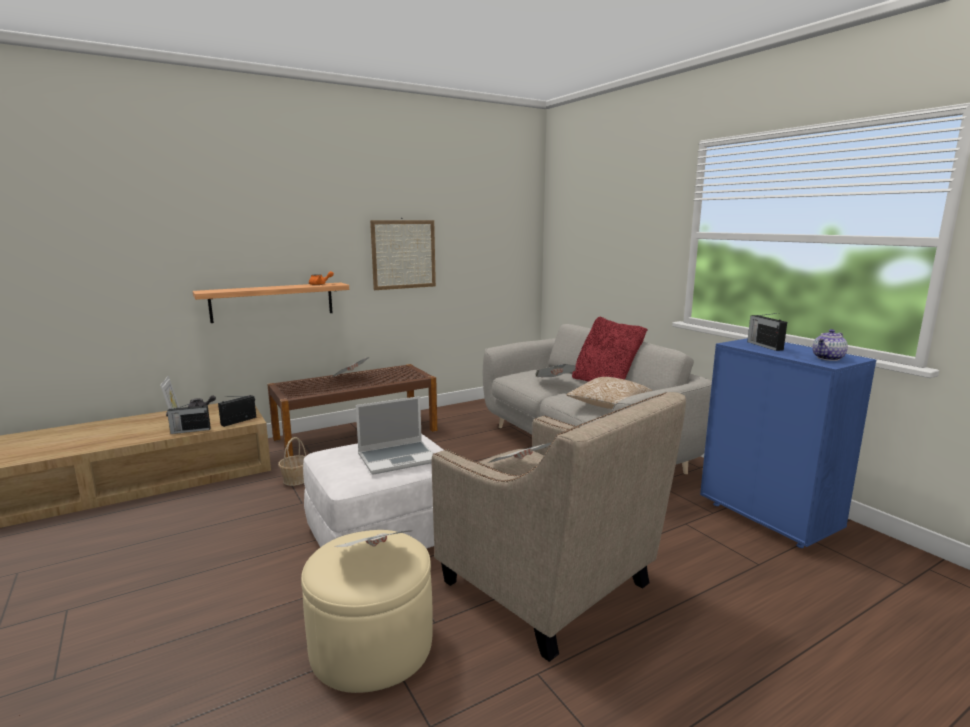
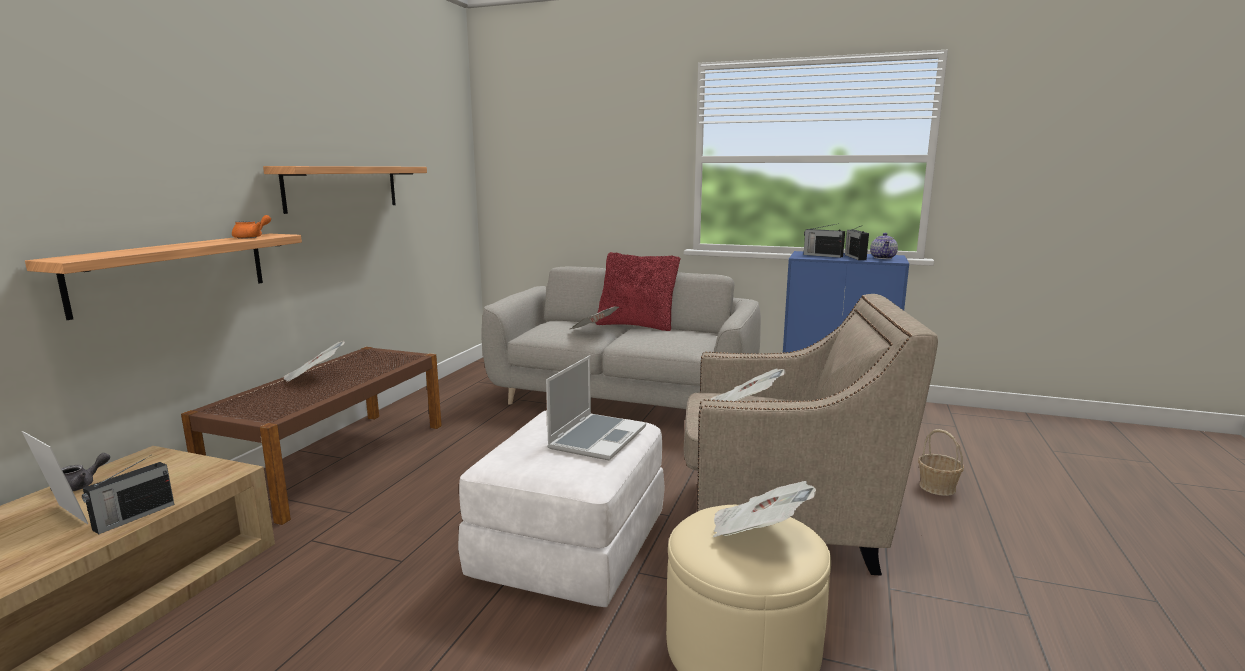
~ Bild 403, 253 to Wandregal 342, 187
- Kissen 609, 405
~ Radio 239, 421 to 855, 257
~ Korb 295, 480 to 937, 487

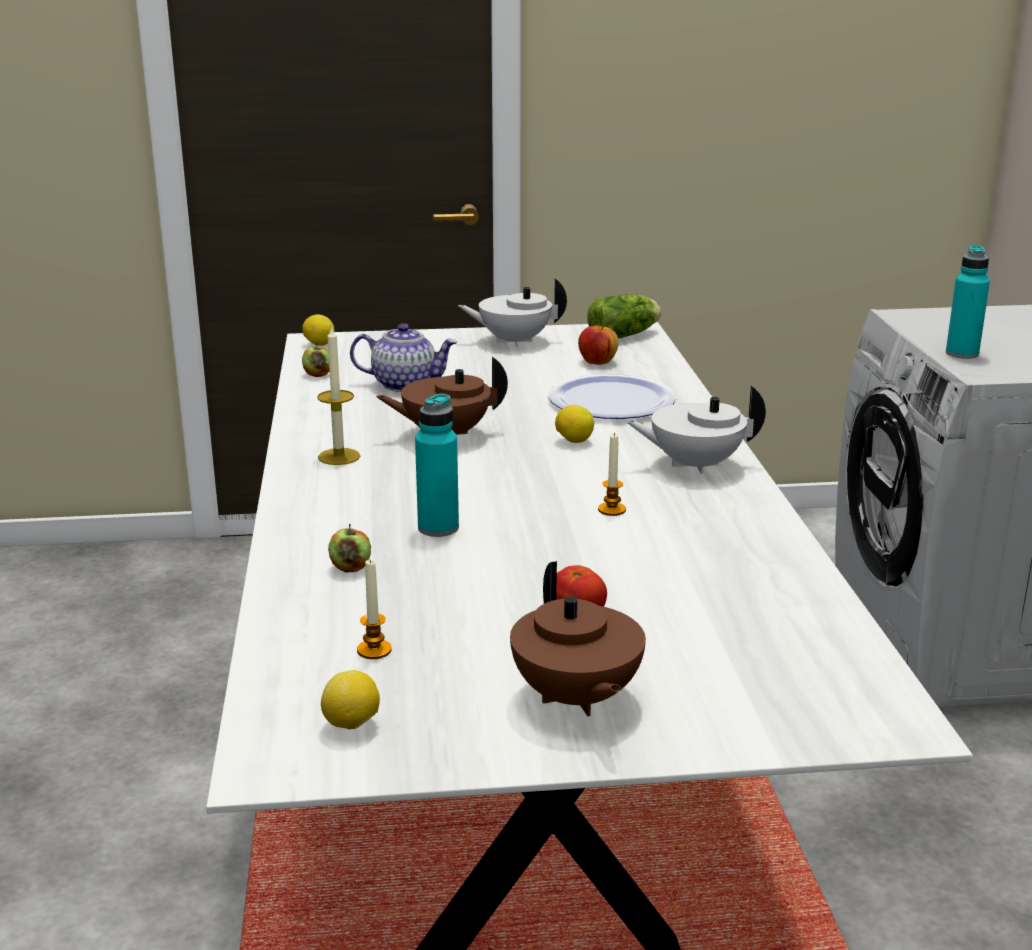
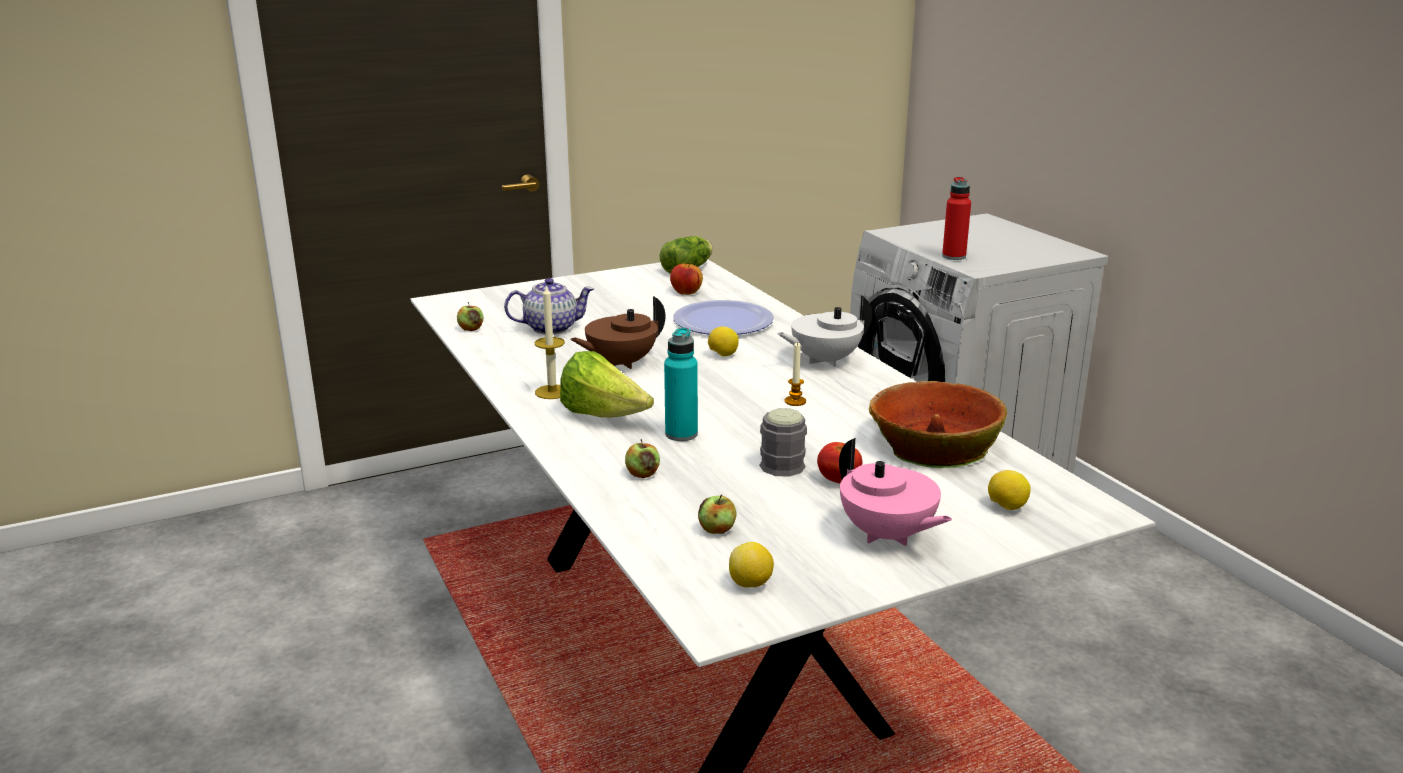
~ Flasche/türkis 962, 354 to Flasche/rot 954, 256
- Teekanne/weiß 514, 341
~ Zitrone 318, 345 to 1006, 507
~ Kerze 374, 650 to Apfel 717, 530
~ Teekanne/braun 575, 698 to Teekanne/rosa 887, 535
+ Salatkopf 603, 416
+ Schüssel 934, 442
+ Henkelbecher/grau 785, 462

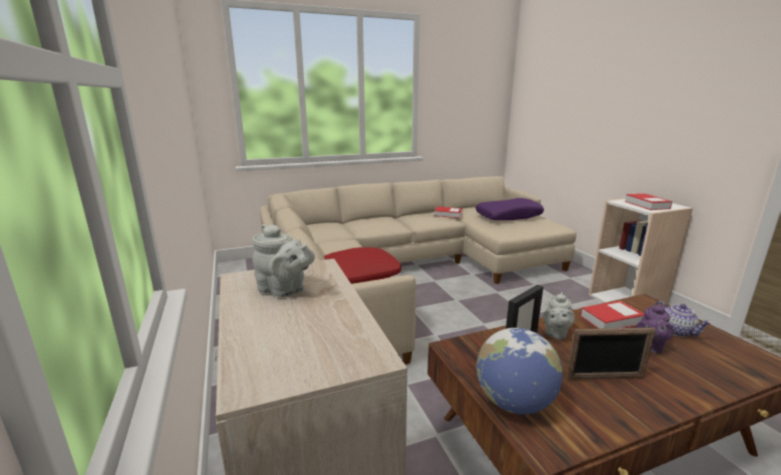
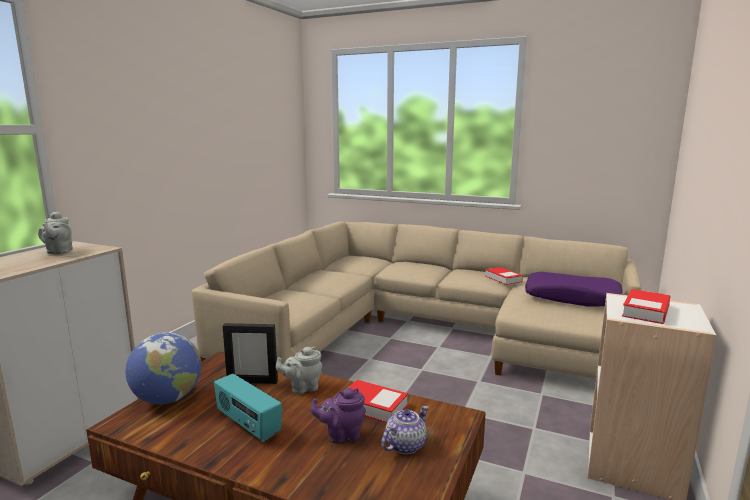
- Kissen/rot 359, 274
~ Teekanne 677, 331 = 405, 445 150 degrees counterclockwise
~ Bilderrahmen 605, 377 to Radio 247, 425

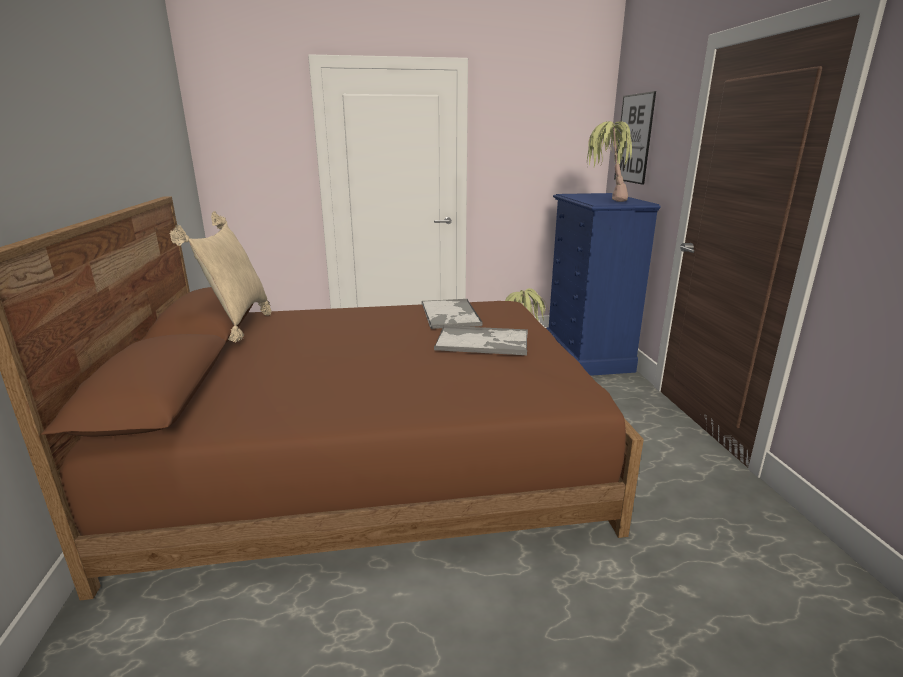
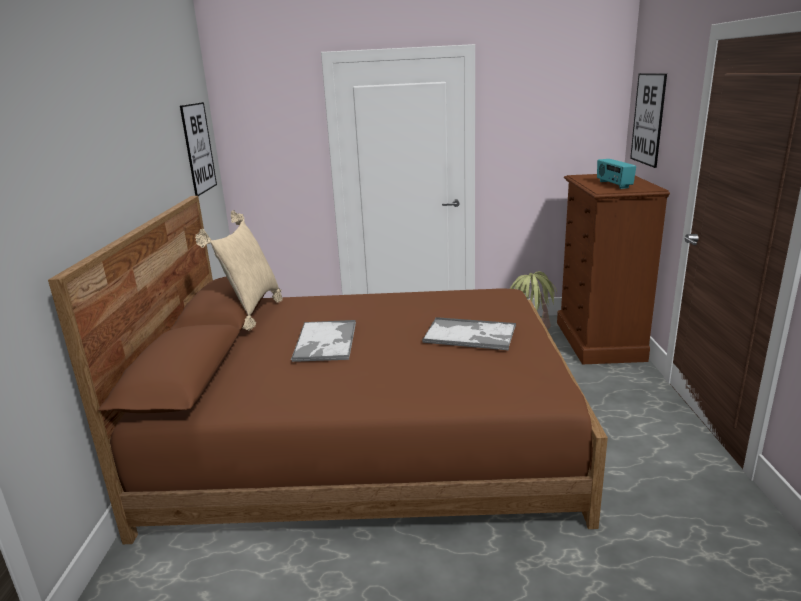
~ Topfpflanze 605, 200 to Radio 613, 185
~ Kommode/blau 587, 355 to Kommode/braun 599, 341
~ Tablett 450, 315 to 325, 342
+ Bild 198, 148

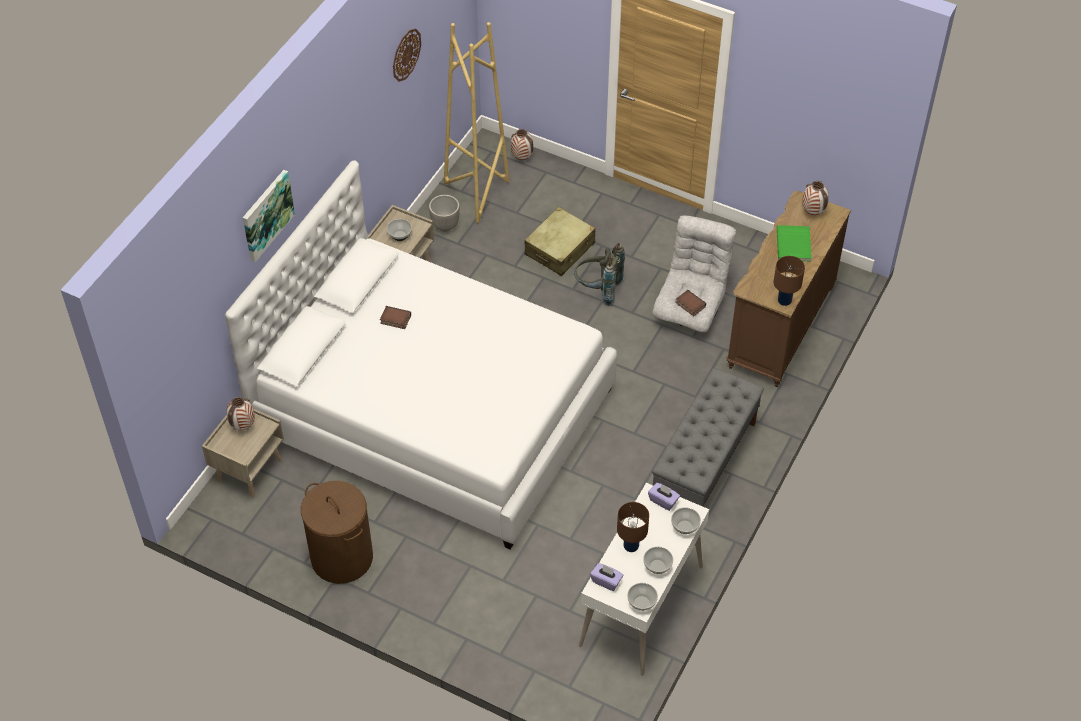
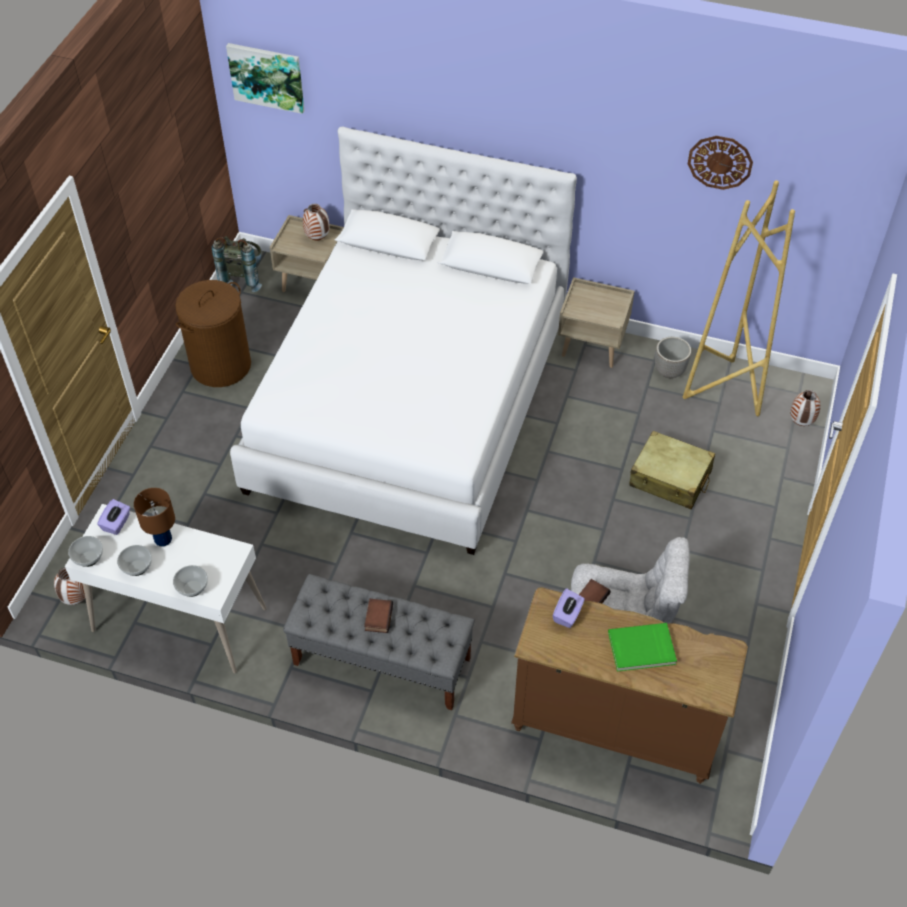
~ Bild 266, 214 to 267, 76
~ Vase 813, 212 to 76, 600
- Schüssel 399, 236
~ Rucksack/grau 598, 290 to 243, 277
- Tischlampe/braun 784, 300
~ Buch 395, 320 to 377, 617
~ Taschentuchbox/lila 663, 501 to 567, 615

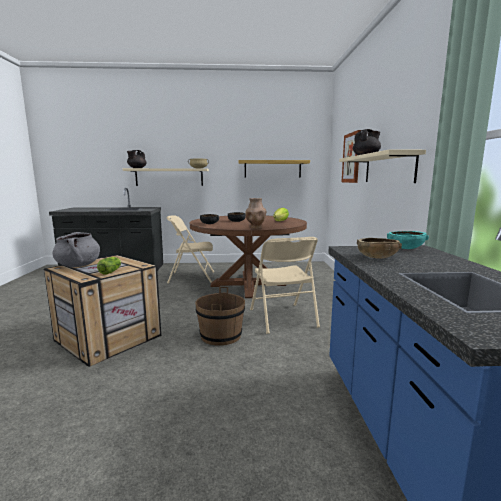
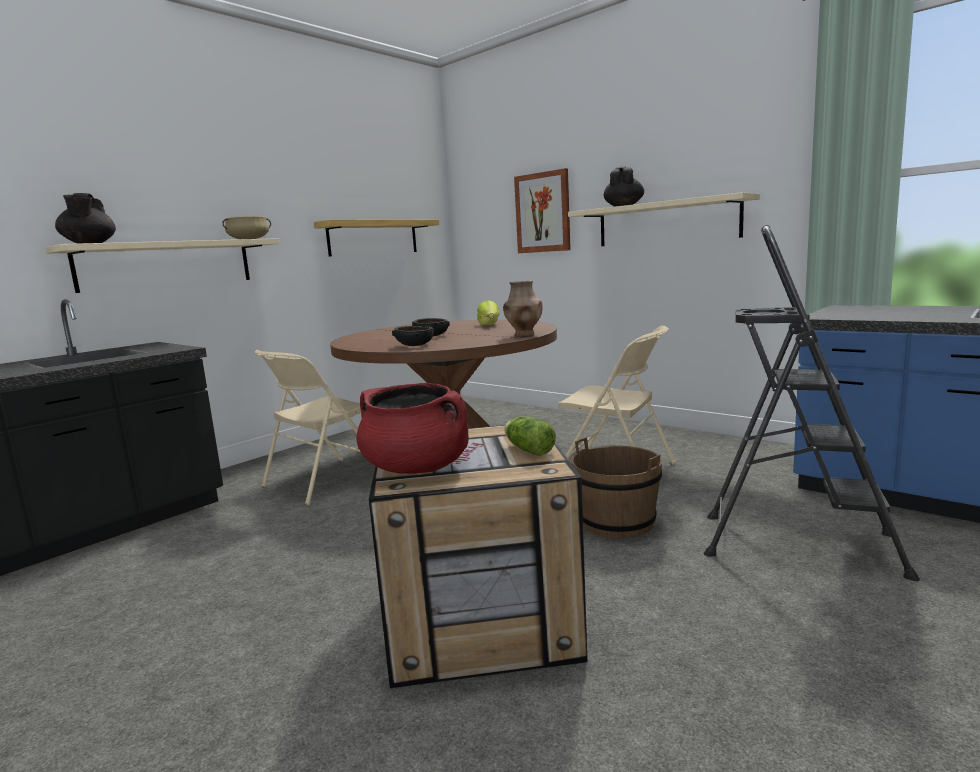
- Schüssel/türkis 405, 248
~ Kochtopf/grau 78, 265 to Kochtopf/rot 417, 468
- Schüssel/braun 377, 257
+ Trittleiter 797, 543

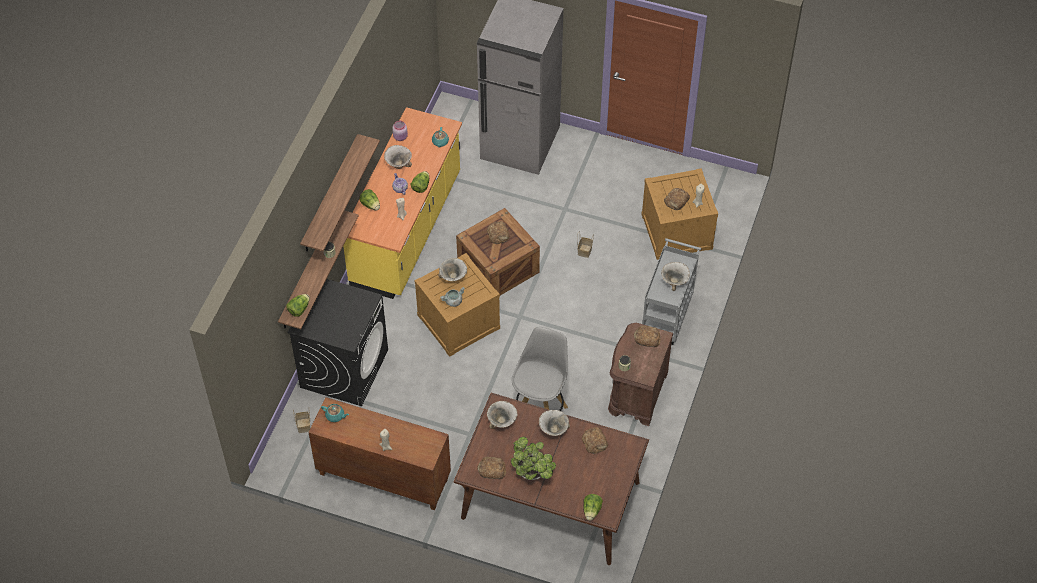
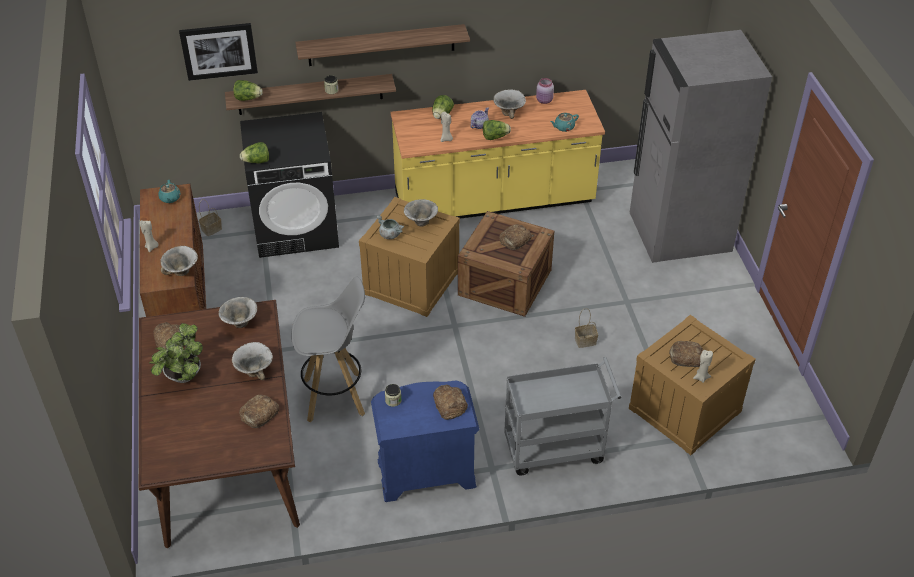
~ Schüssel 675, 282 to 181, 272
~ Nachttisch/braun 636, 393 to Nachttisch/blau 424, 469
~ Salatkopf 591, 511 to 256, 161
+ Bild 219, 51

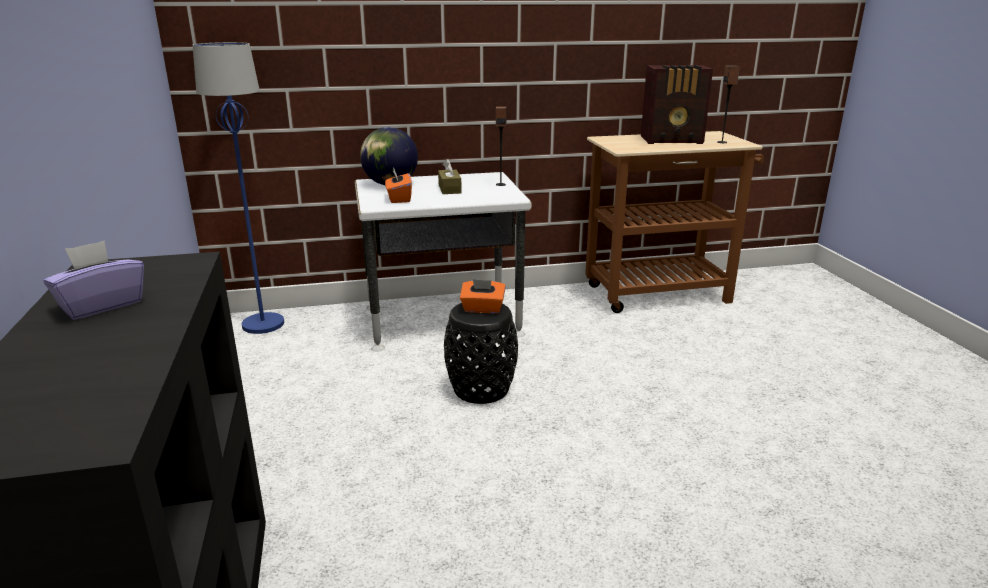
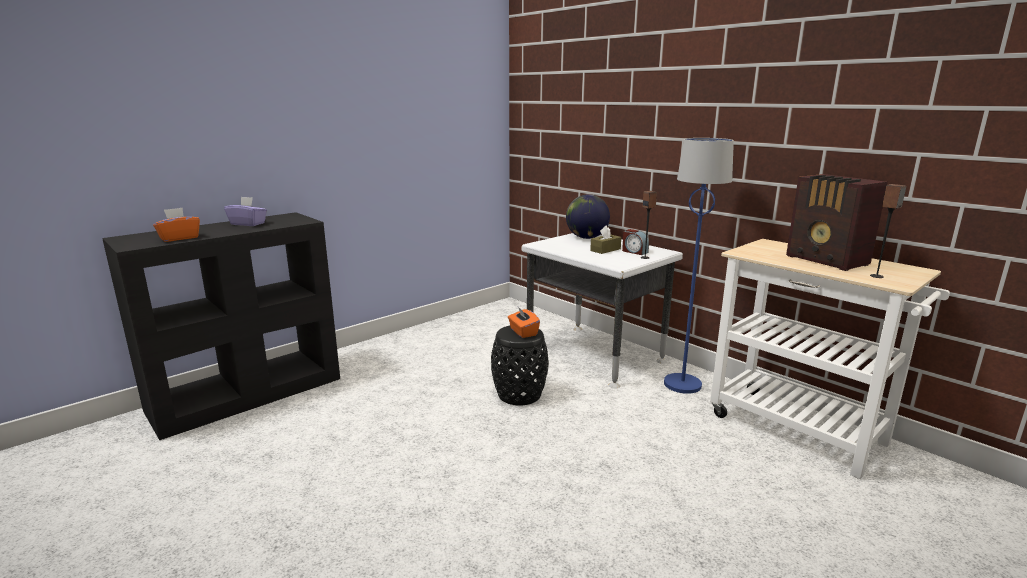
~ Stehlampe/blau 263, 325 to 682, 384
~ Rollwagen/braun 659, 294 to Rollwagen/weiß 799, 430
~ Taschentuchbox/orange 399, 199 to 179, 238
+ Wecker 634, 252

